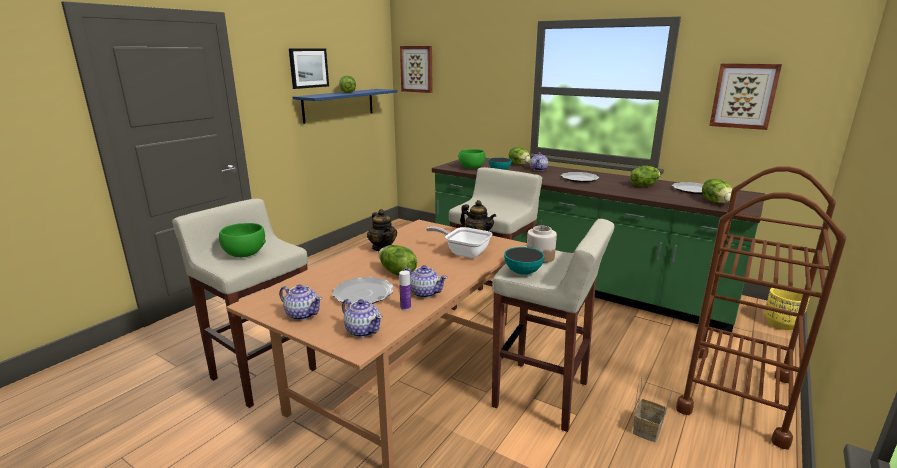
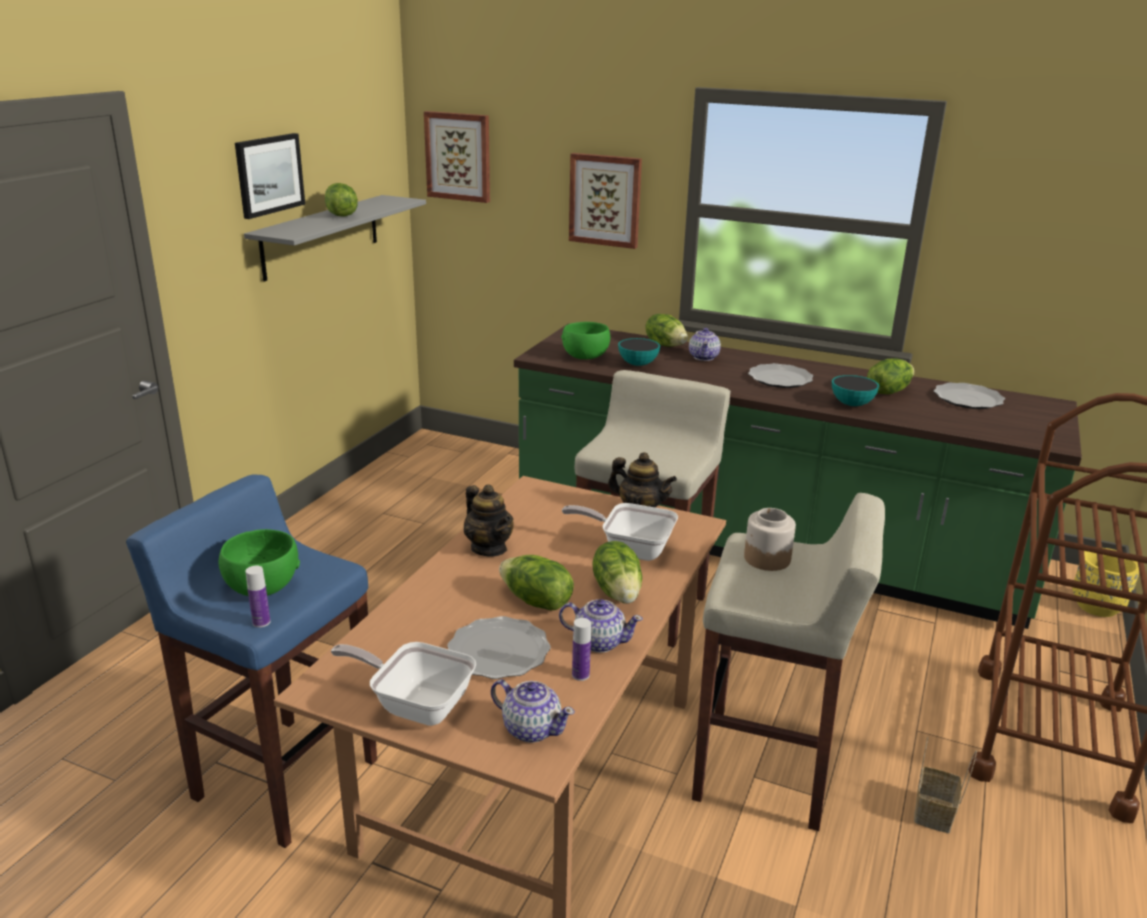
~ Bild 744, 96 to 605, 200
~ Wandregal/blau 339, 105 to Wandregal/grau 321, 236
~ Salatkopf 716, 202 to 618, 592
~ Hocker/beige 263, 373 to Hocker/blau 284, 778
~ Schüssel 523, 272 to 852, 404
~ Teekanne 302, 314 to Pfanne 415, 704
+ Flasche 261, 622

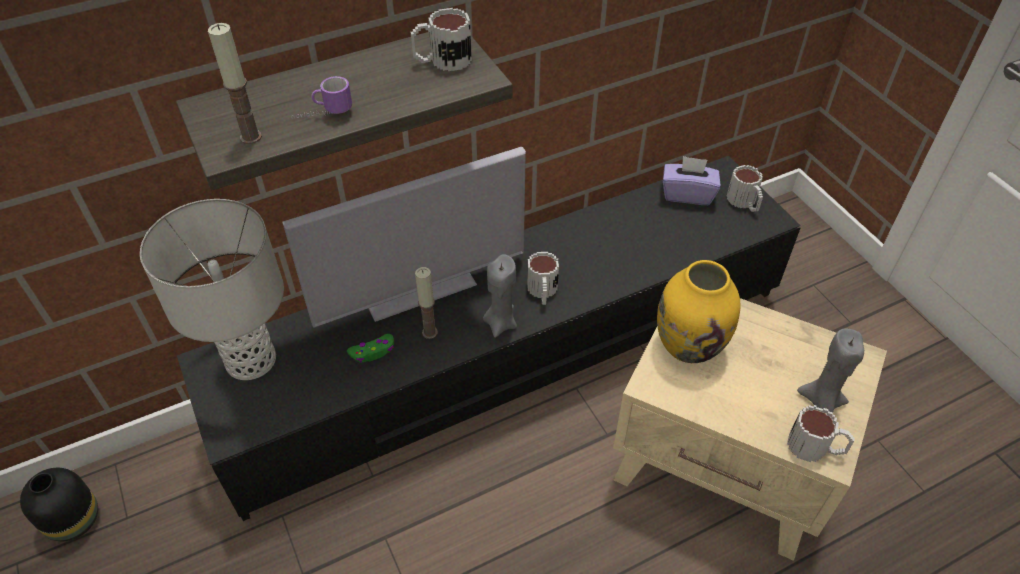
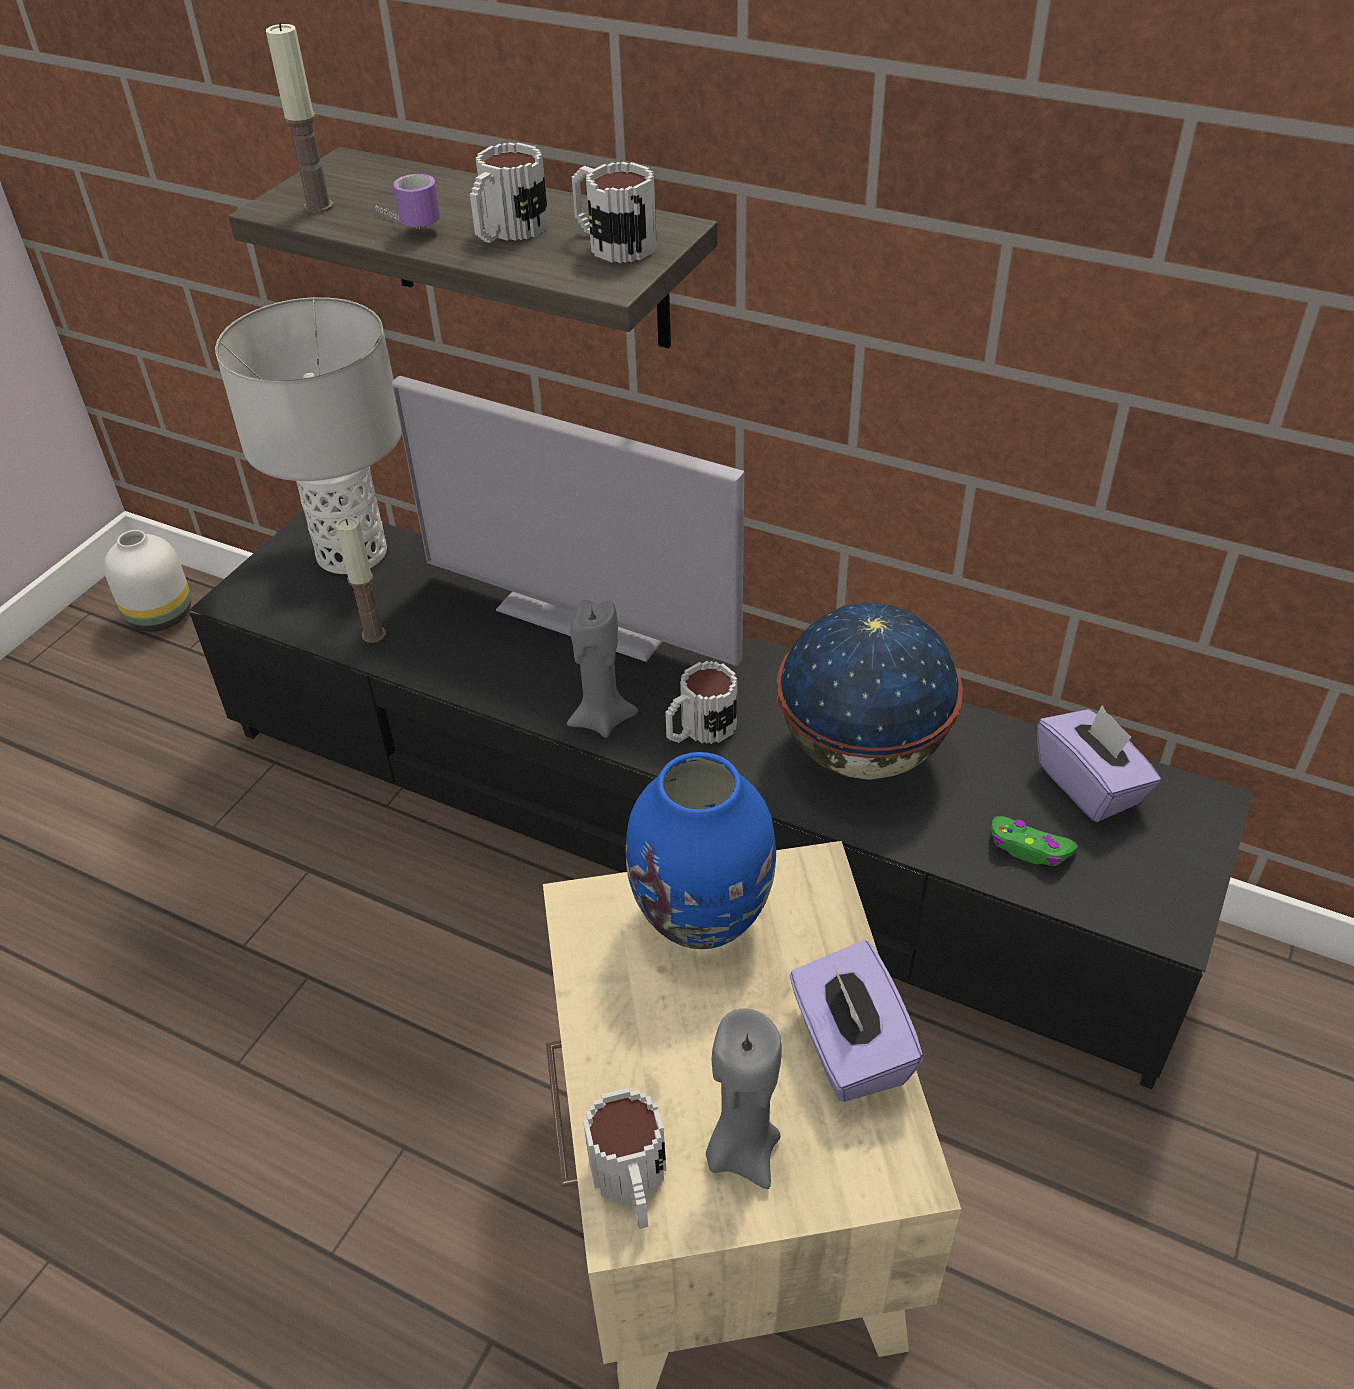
~ Henkelbecher 744, 202 to 507, 232
~ Vase/gelb 689, 345 to Vase/blau 703, 916
~ Kerze 429, 332 to 373, 634
~ Gamepad/grün 373, 352 to 1029, 848
~ Vase/schwarz 75, 518 to Vase/weiß 162, 615
+ Globus 861, 752
+ Taschentuchbox/lila 849, 1048

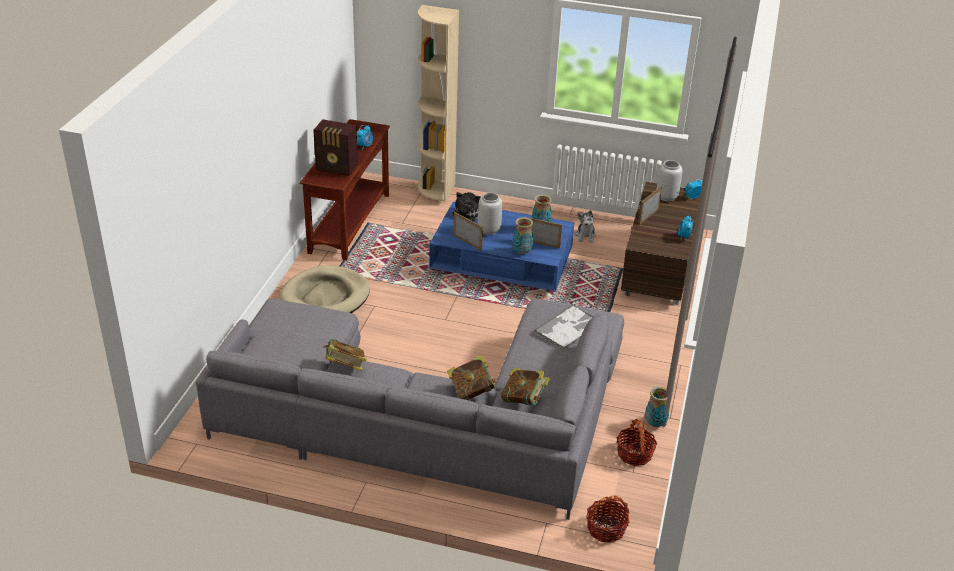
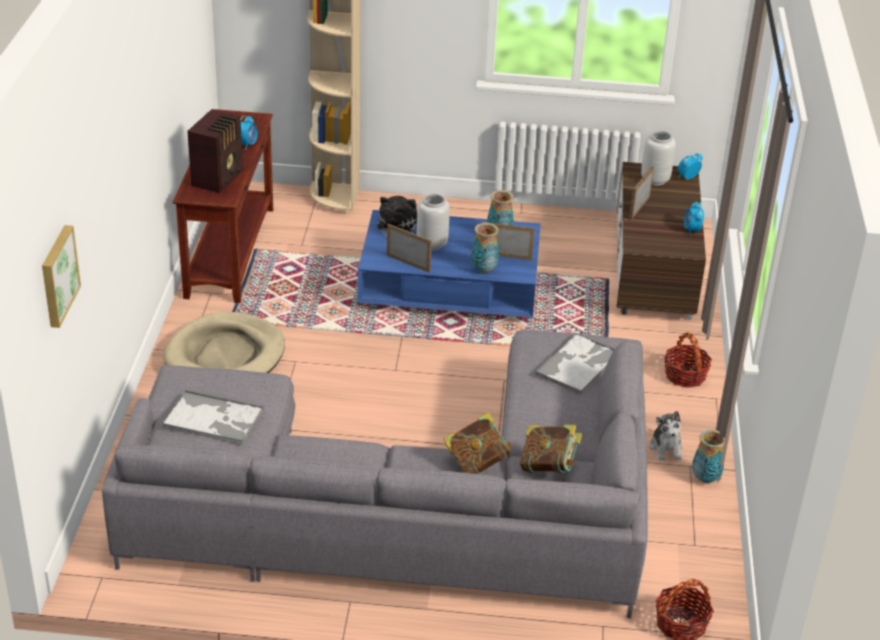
~ Radio 337, 168 = 219, 178 75 degrees counterclockwise
~ Plüschtier 585, 236 to 666, 448
- Buch 345, 367
~ Korb 634, 454 to 685, 376
+ Bild 57, 275
+ Tablett 214, 418

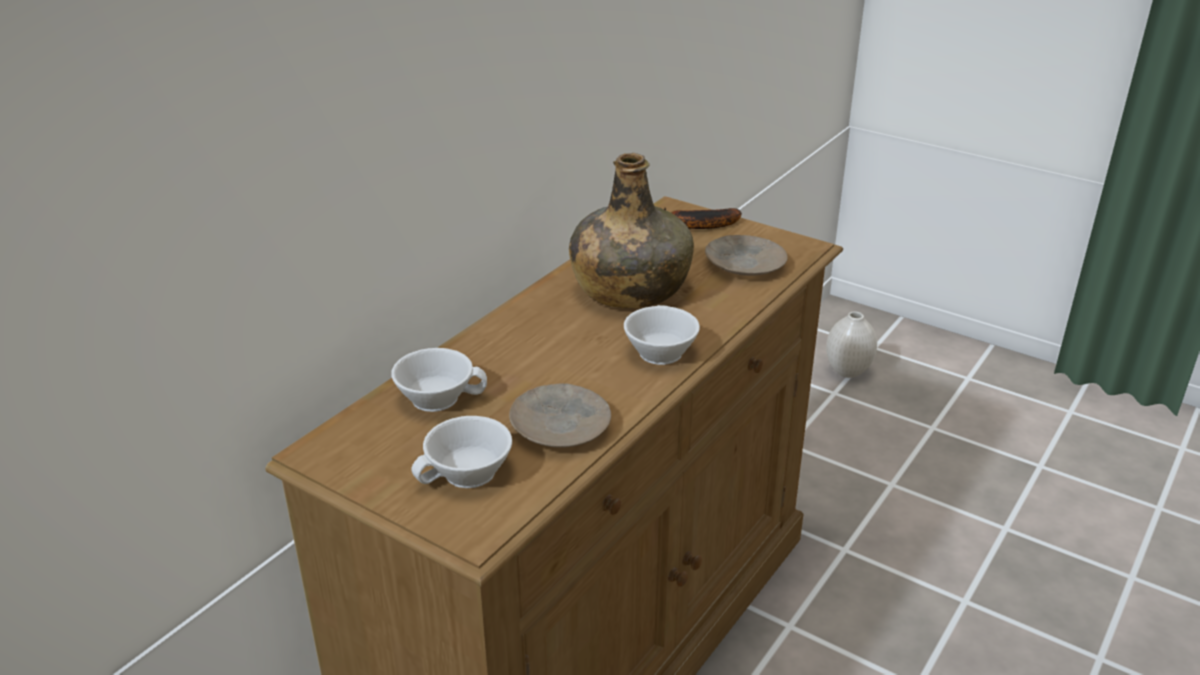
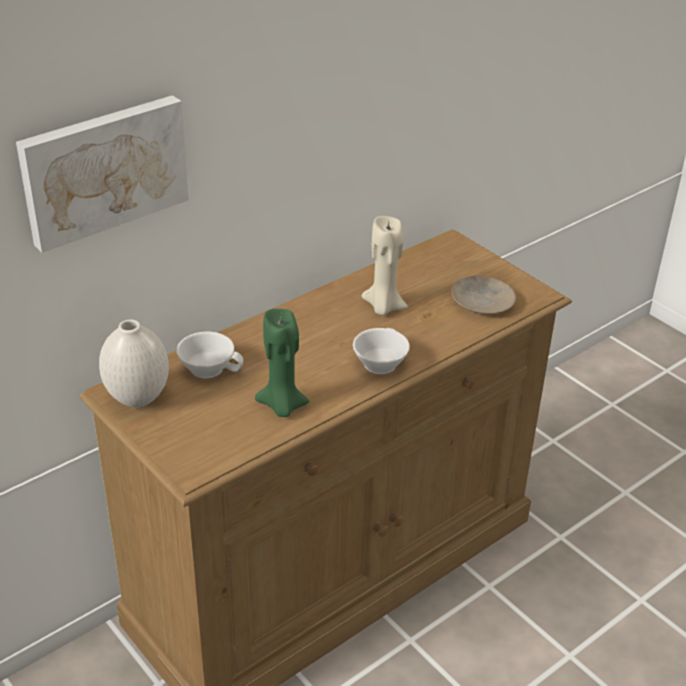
~ Flasche/grün 629, 289 to Kerze/beige 383, 307
- Banane 698, 225
~ Vase/weiß 847, 371 to 138, 398
~ Teller/beige 560, 426 to Kerze/grün 282, 406
- Tasse/weiß 468, 475
+ Bild 103, 169

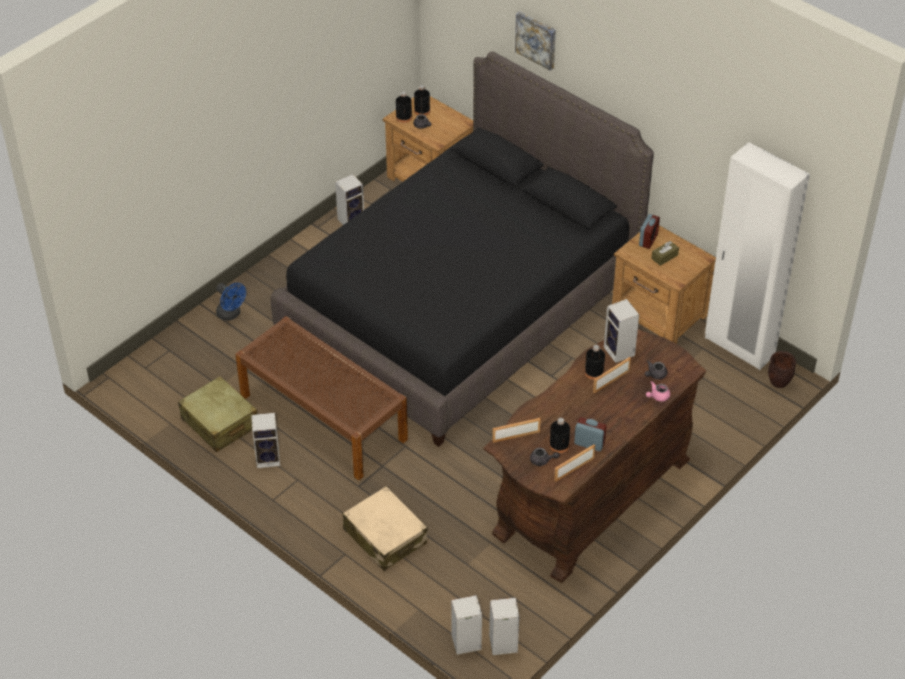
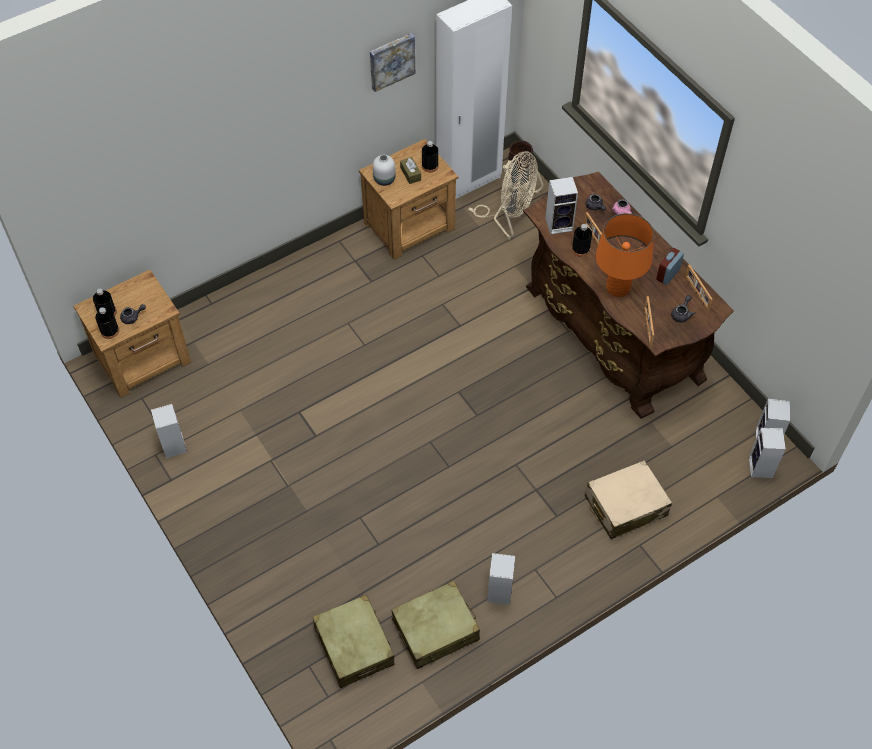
~ Bild 536, 39 to 391, 61
- Bett/schwarz 461, 307
~ Wecker 648, 240 to Vase/weiß 383, 179
- Ventilator/blau 231, 314
- Bank/braun 324, 417
~ Flasche/schwarz 559, 445 to 430, 166
+ Ventilator/beige 509, 212
+ Tischlampe/orange 617, 288
+ Koffer/beige 354, 646

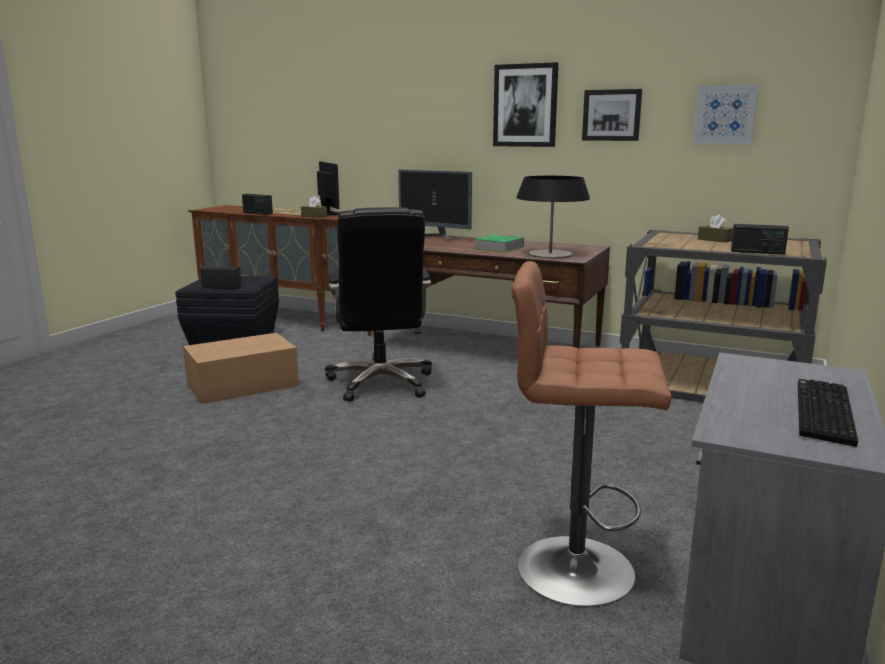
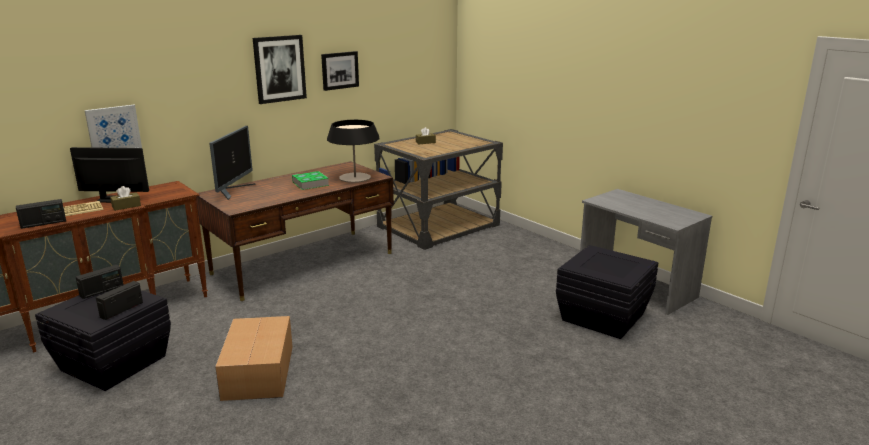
~ Bild 725, 114 to 113, 130
~ Monitor 436, 237 = 233, 190 45 degrees counterclockwise
- Bürostuhl/schwarz 380, 383
~ Radio 757, 252 to 102, 291
~ Hocker/braun 574, 569 to Aufbewahrungsbox/schwarz 602, 316
- Tastatur 821, 411

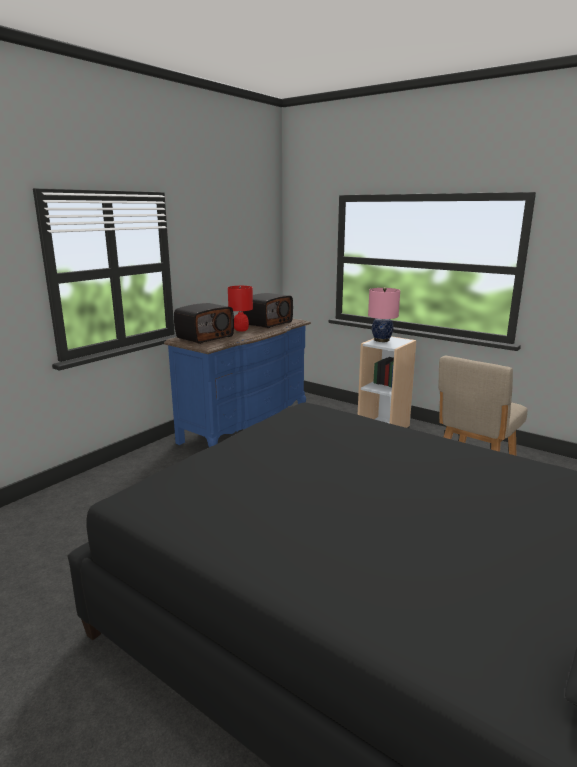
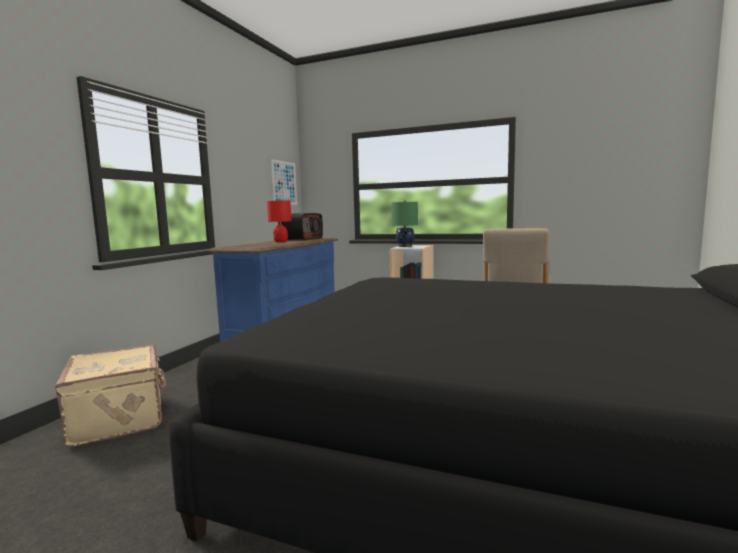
~ Tischlampe/rosa 381, 340 to Tischlampe/grün 405, 246
- Radio 204, 337
+ Bild 284, 183
+ Koffer/beige 120, 418

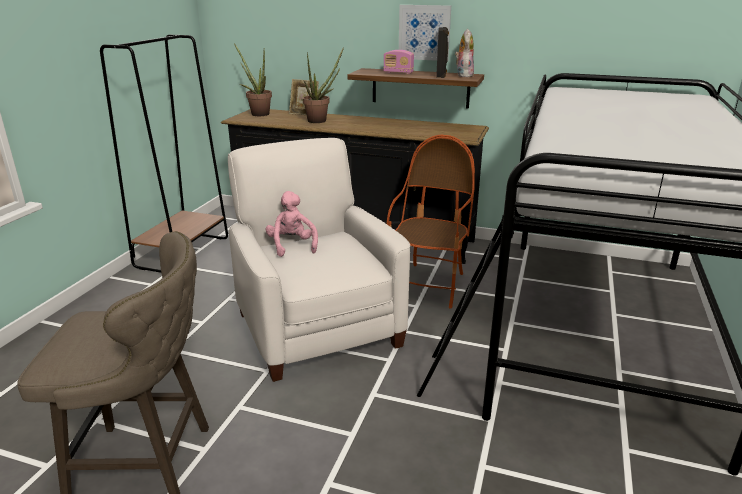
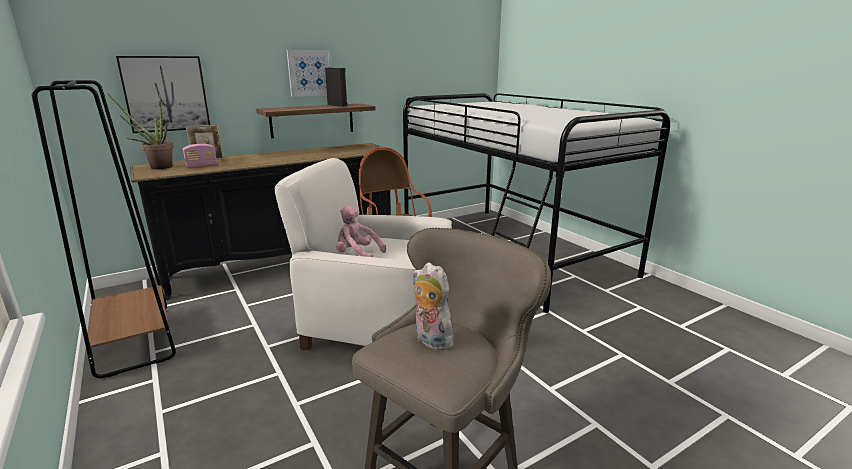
~ Plüschtier 463, 75 to 430, 340
- Topfpflanze 320, 120
~ Radio 398, 72 to 201, 165
+ Bild 166, 94

